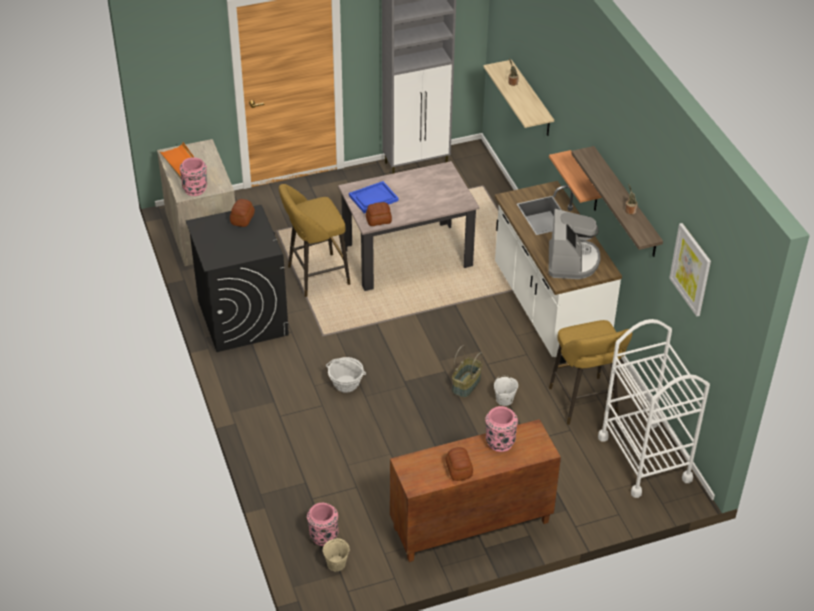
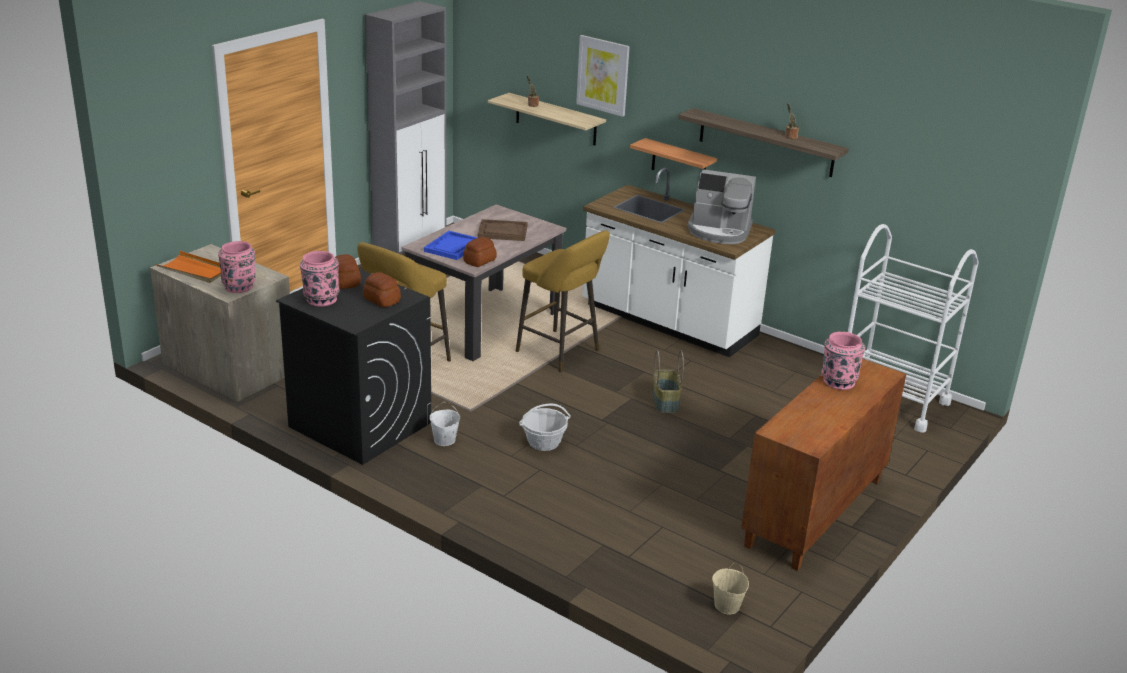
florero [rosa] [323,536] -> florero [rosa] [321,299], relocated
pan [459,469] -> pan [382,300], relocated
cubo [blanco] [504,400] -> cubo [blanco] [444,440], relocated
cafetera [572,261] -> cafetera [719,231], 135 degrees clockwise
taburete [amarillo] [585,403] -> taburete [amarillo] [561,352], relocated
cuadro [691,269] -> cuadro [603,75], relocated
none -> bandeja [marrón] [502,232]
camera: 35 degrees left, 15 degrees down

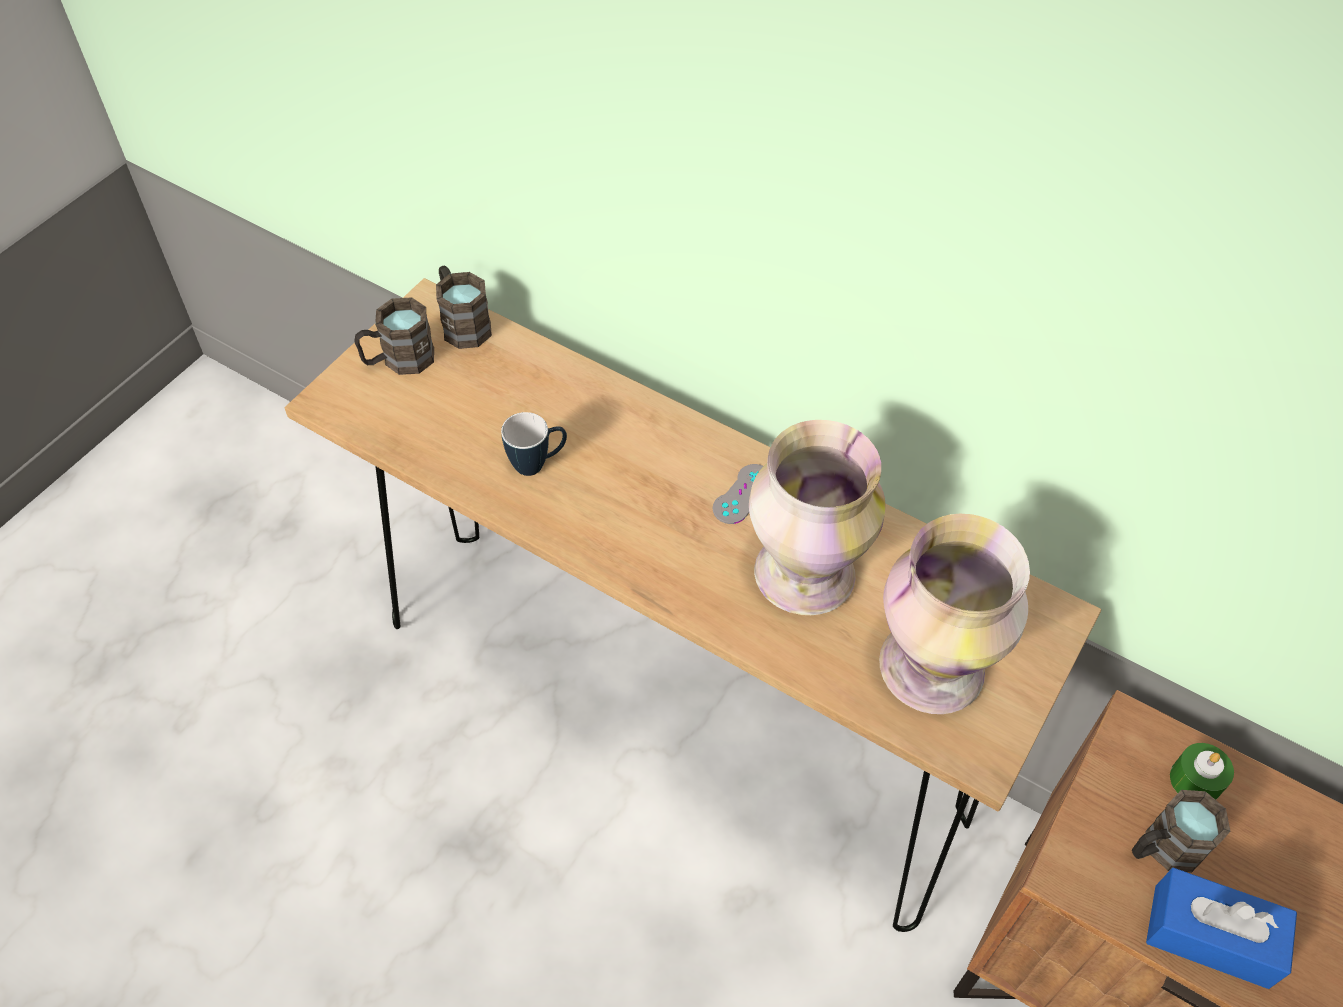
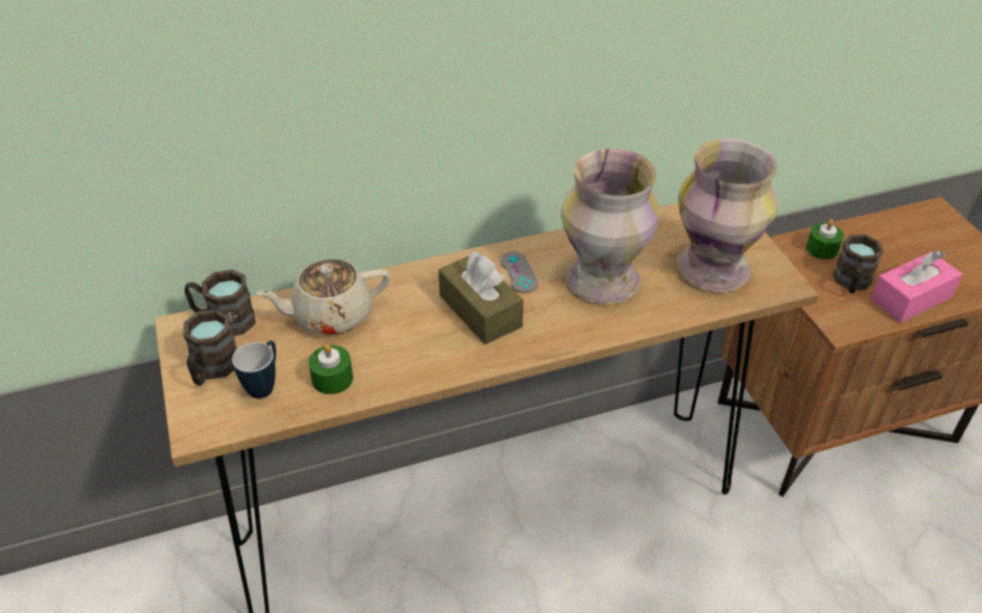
taza grande [537,464] -> taza grande [265,385], relocated
caja de pañuelos [azul] [1210,936] -> caja de pañuelos [rosa] [910,298]
none -> tetera [beis] [331,315]
none -> vela [verde] [332,378]
none -> caja de pañuelos [marrón] [480,311]
camera: 50 degrees left, 10 degrees down

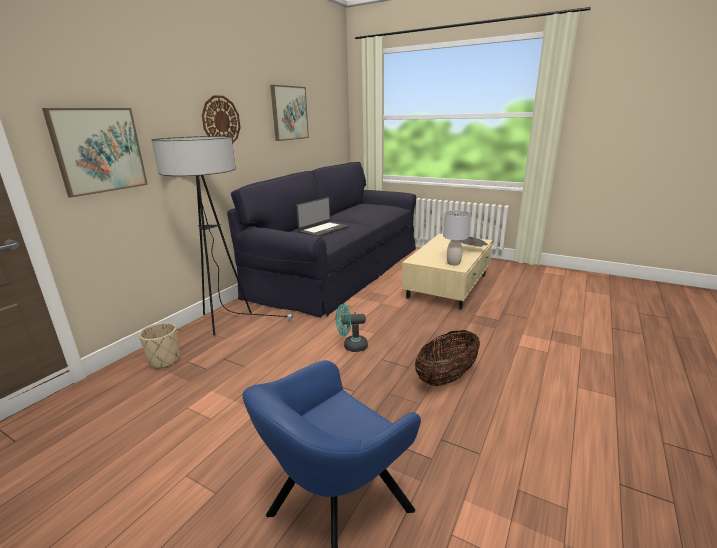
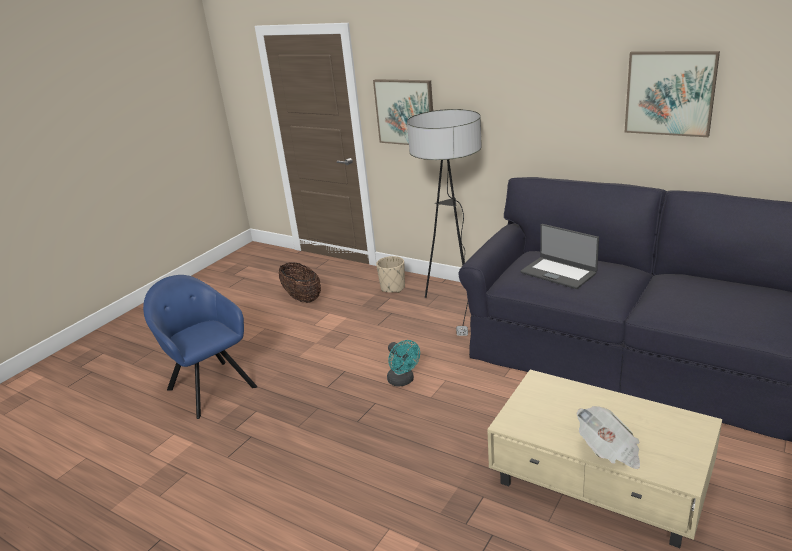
reloj de pared [221,121] -> none
ventilador [turquesa] [351,346] -> ventilador [turquesa] [403,381], 150 degrees clockwise
cesta [446,377] -> cesta [302,298], relocated
lámpara de mesa [gris] [454,263] -> none
camera: 95 degrees right, 5 degrees up

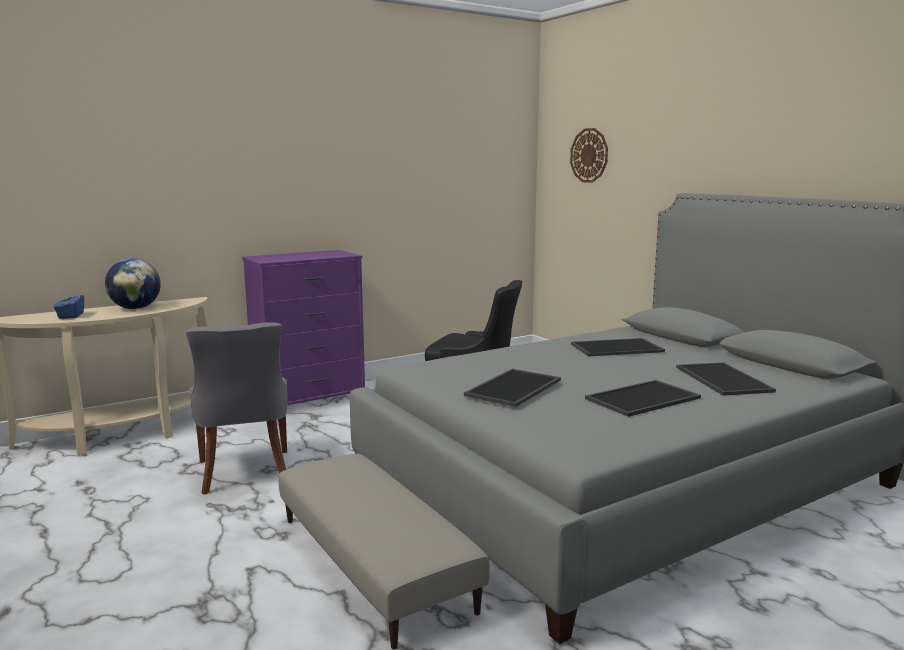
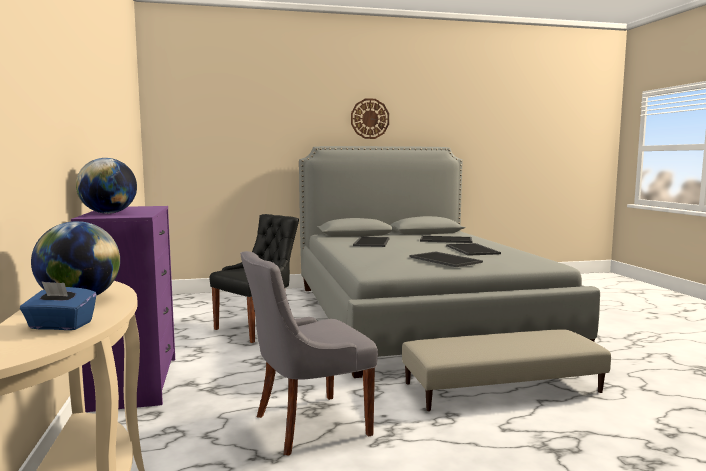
silla [gris] [245,472] -> silla [gris] [308,425], 150 degrees clockwise
reloj de pared [589,155] -> reloj de pared [370,118], relocated
none -> globo terráqueo [108,213]
camera: 70 degrees left, 5 degrees down

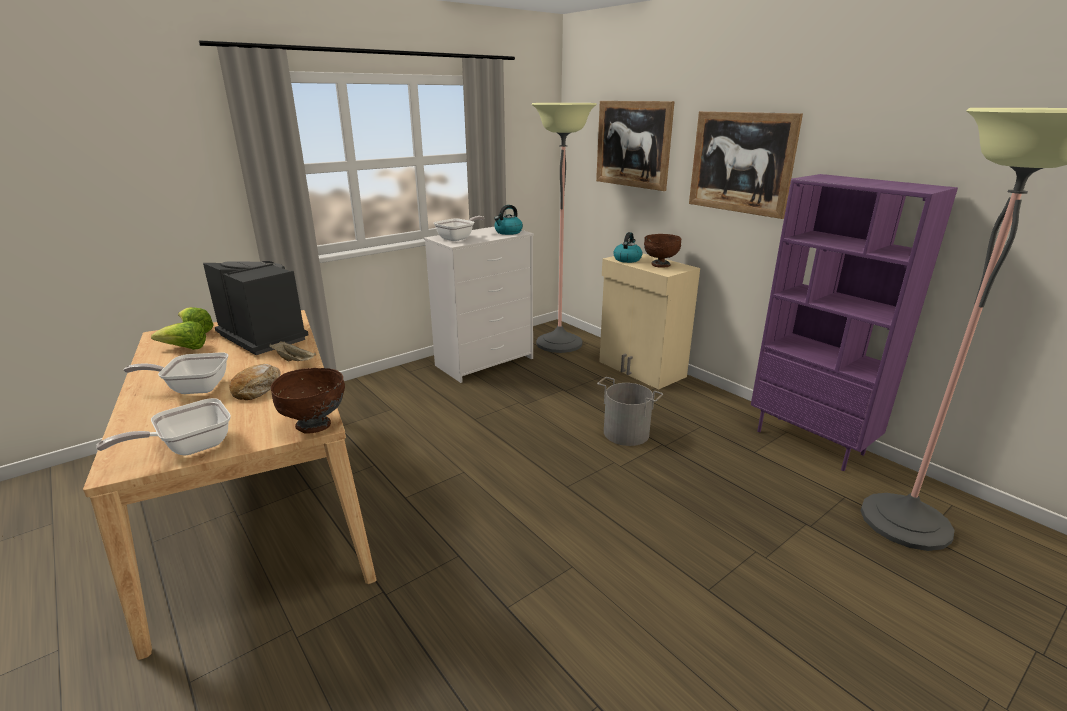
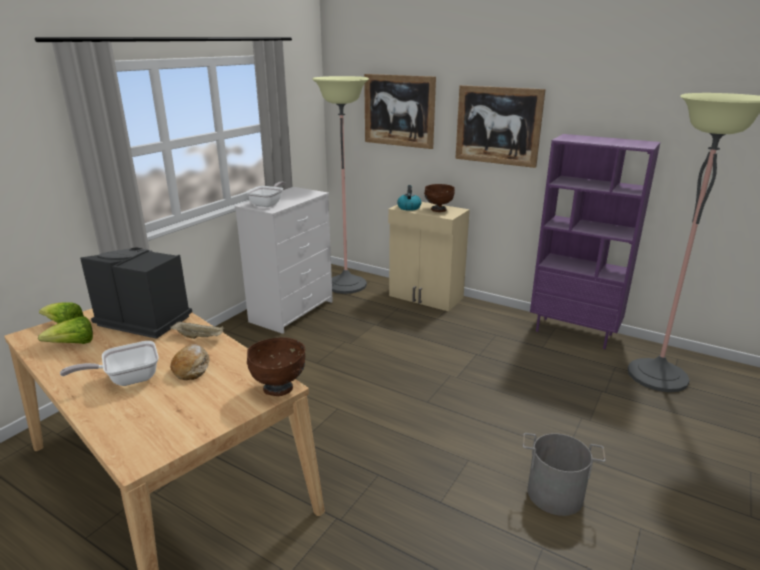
sartén [189,447] -> none
hervidor [508,232] -> none
cubo [gris] [626,432] -> cubo [gris] [555,493], relocated
camera: 20 degrees left, 0 degrees up

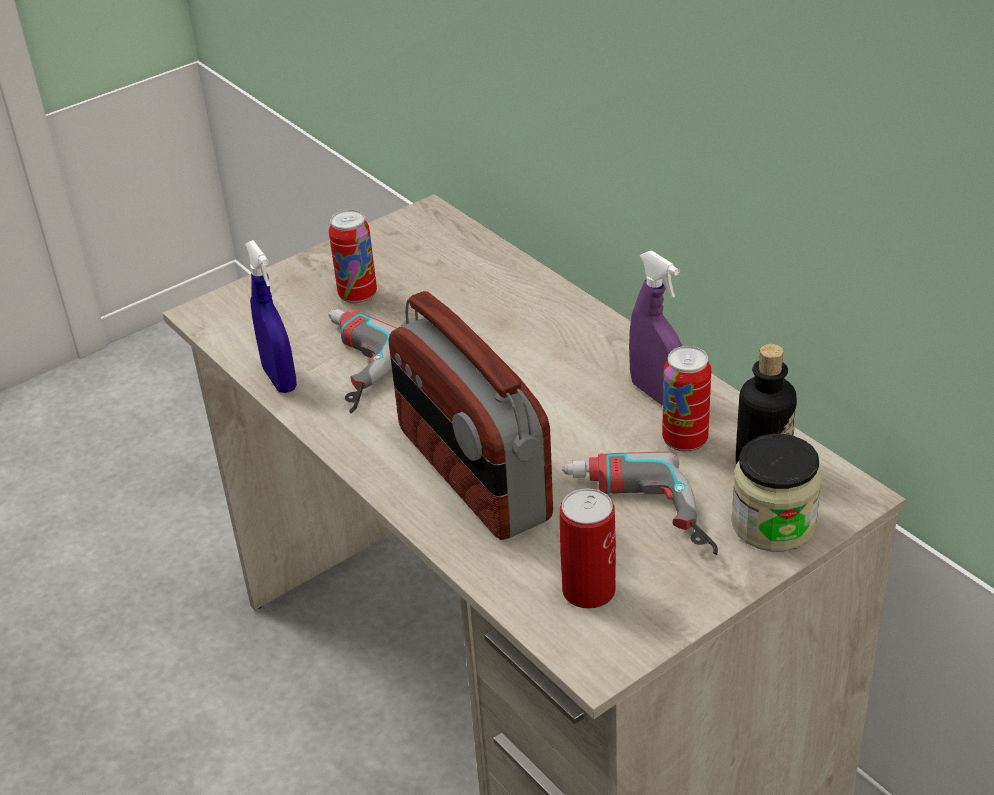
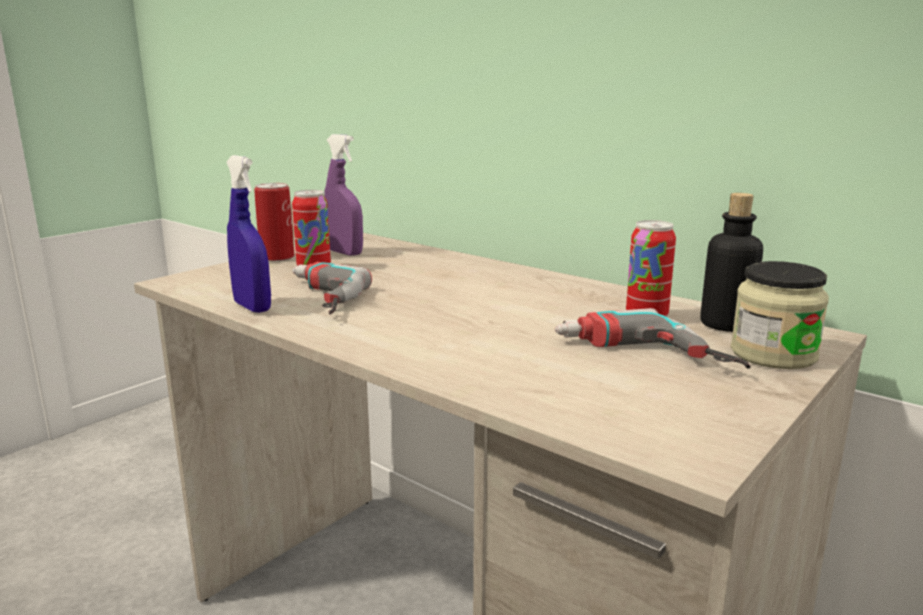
radio [471,475] -> none
lata [588,590] -> lata [277,257], relocated
pulverizador [morado] [655,393] -> pulverizador [morado] [345,253], relocated
camera: 15 degrees left, 20 degrees down

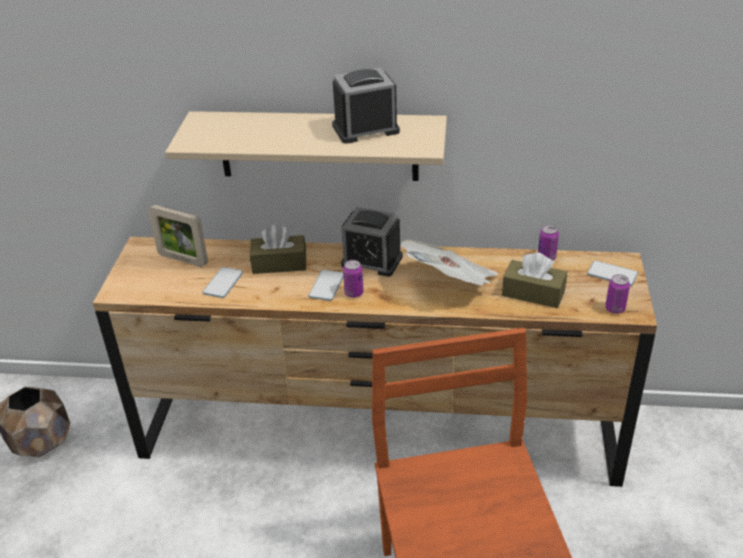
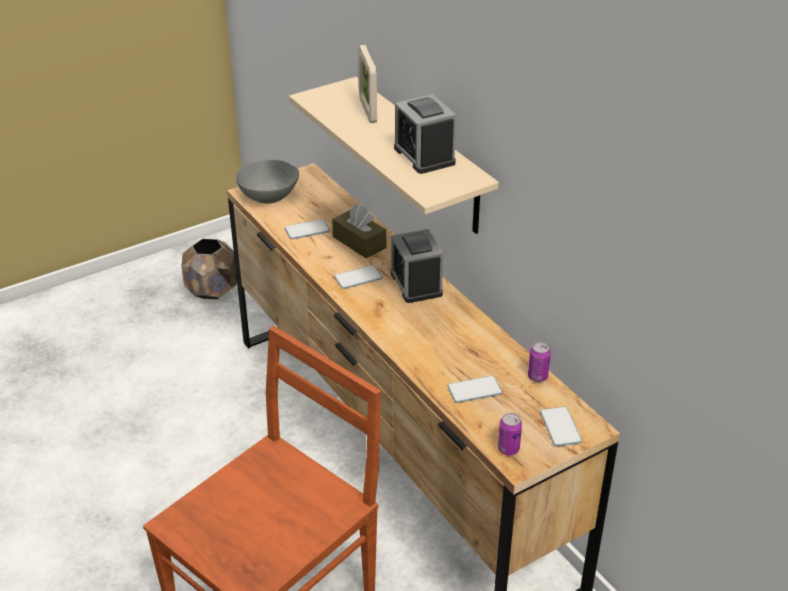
portarretratos [183,259] -> portarretratos [368,110], relocated
despertador [365,129] -> despertador [424,155], 150 degrees counterclockwise
lata [354,293] -> none
periódico [450,283] -> none
caja de pañuelos [marrón] [533,293] -> móvil [474,390]
none -> cuenco [gris] [269,196]
camera: 50 degrees right, 0 degrees up

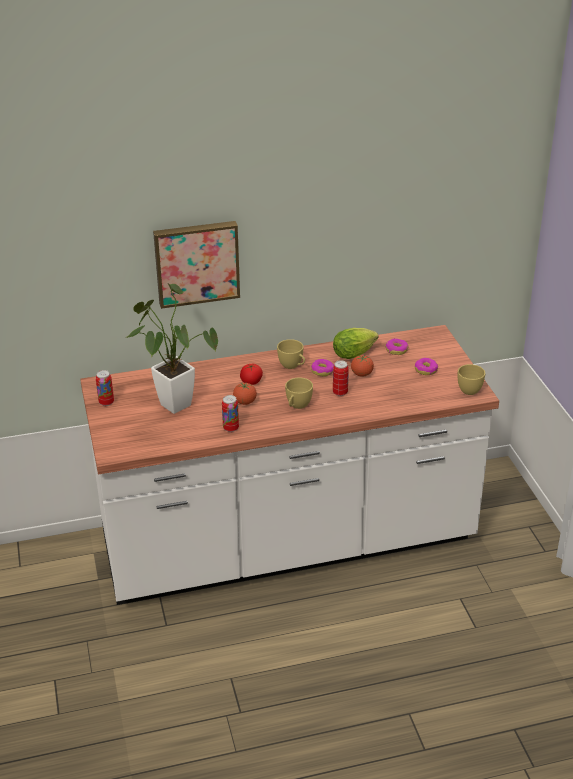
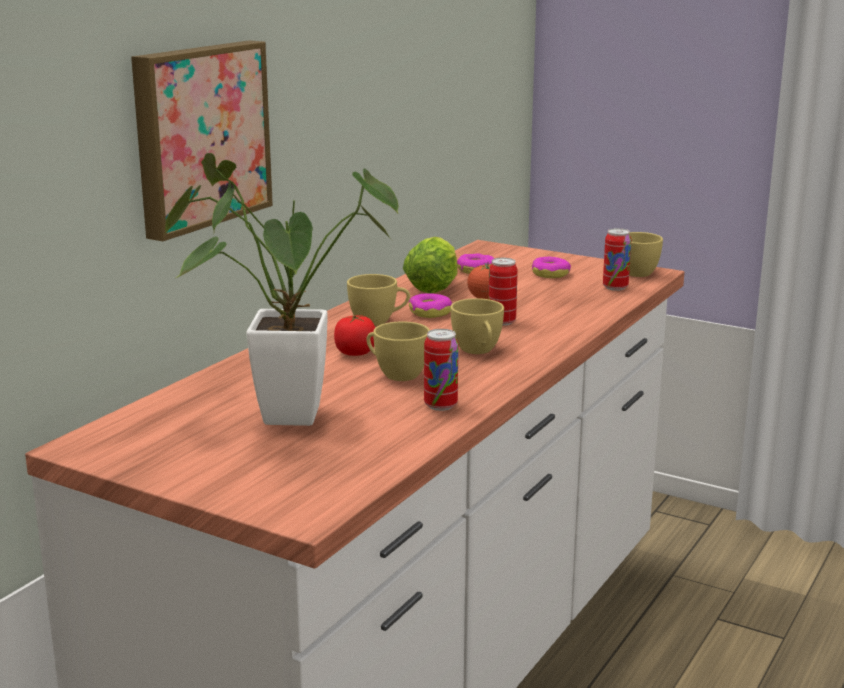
lata [106,402] -> lata [615,287], relocated
tomate [245,402] -> taza [amarillo] [396,374]
camera: 45 degrees left, 15 degrees down

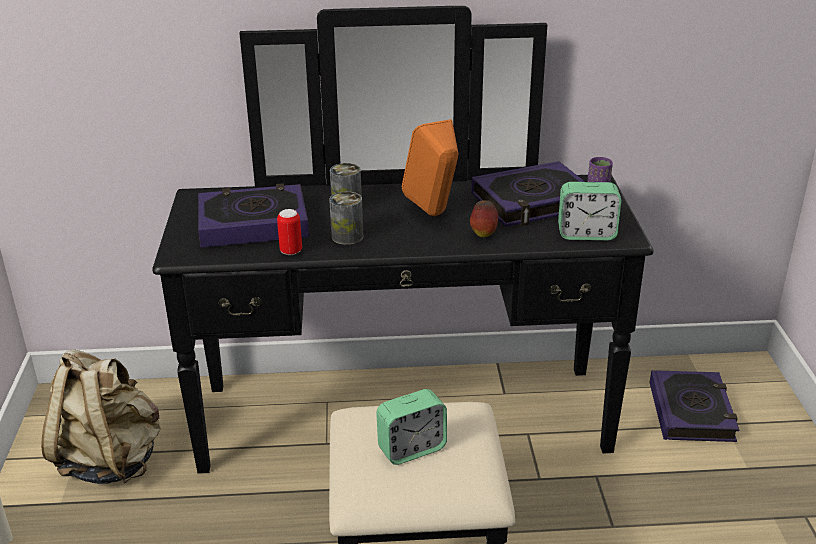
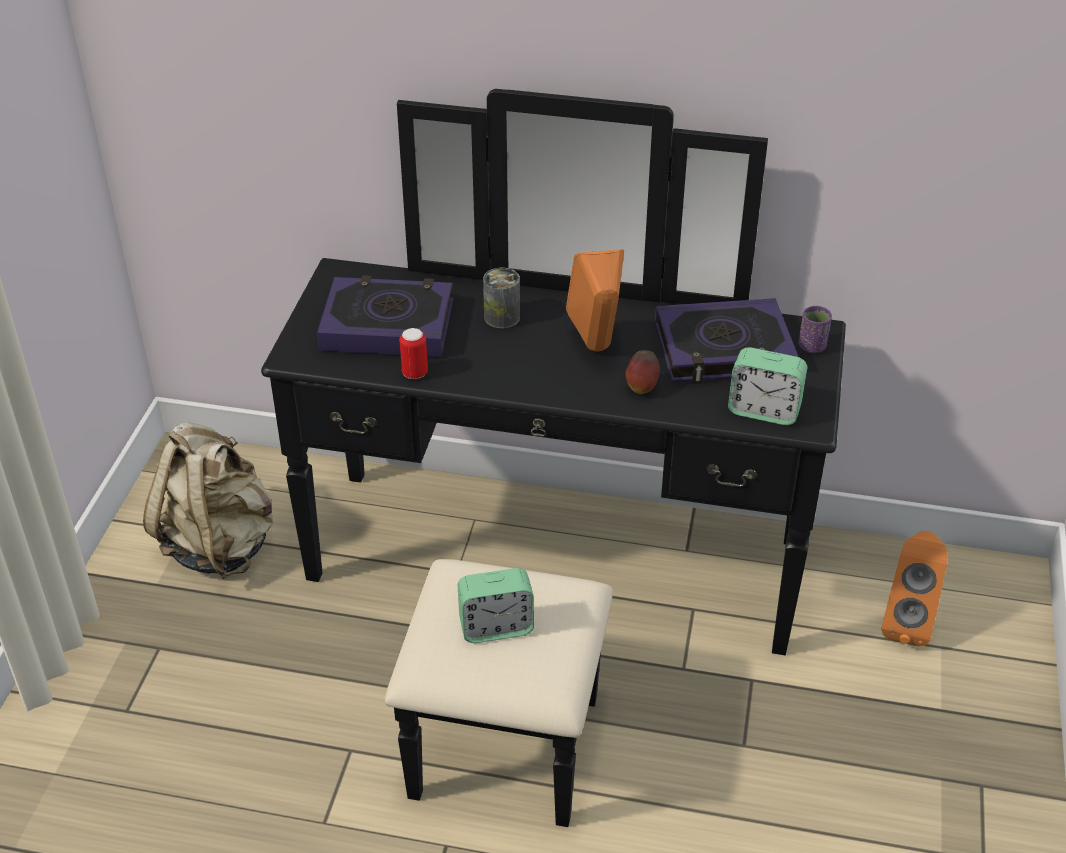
lata [347,236] -> none
libro [691,412] -> altavoz [naranja] [907,622]
camera: 15 degrees right, 10 degrees up

